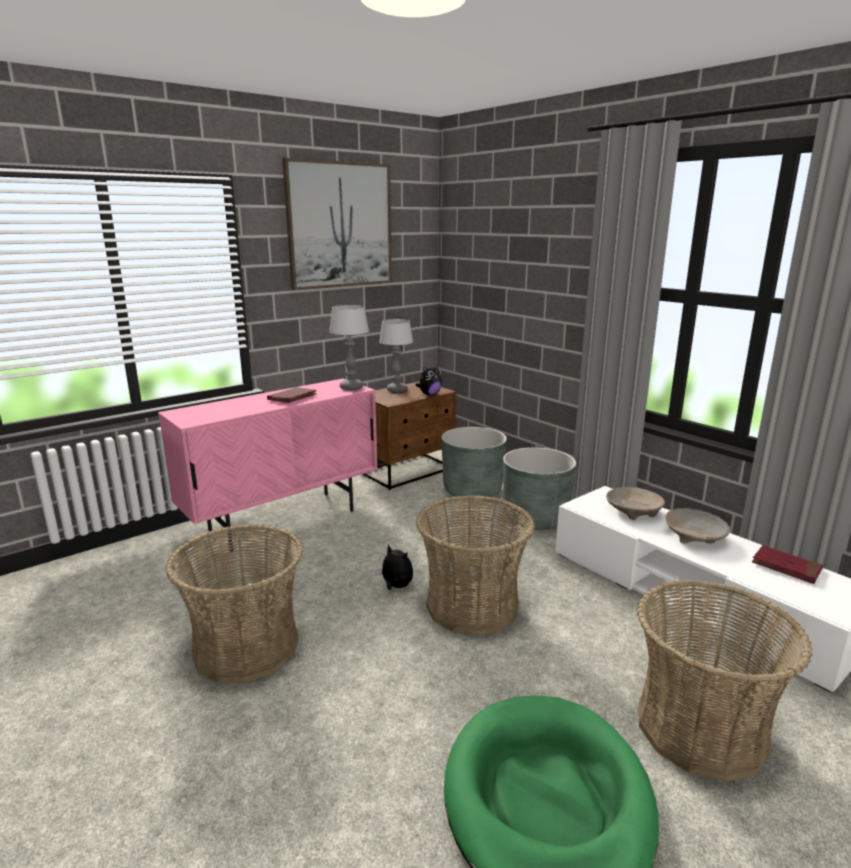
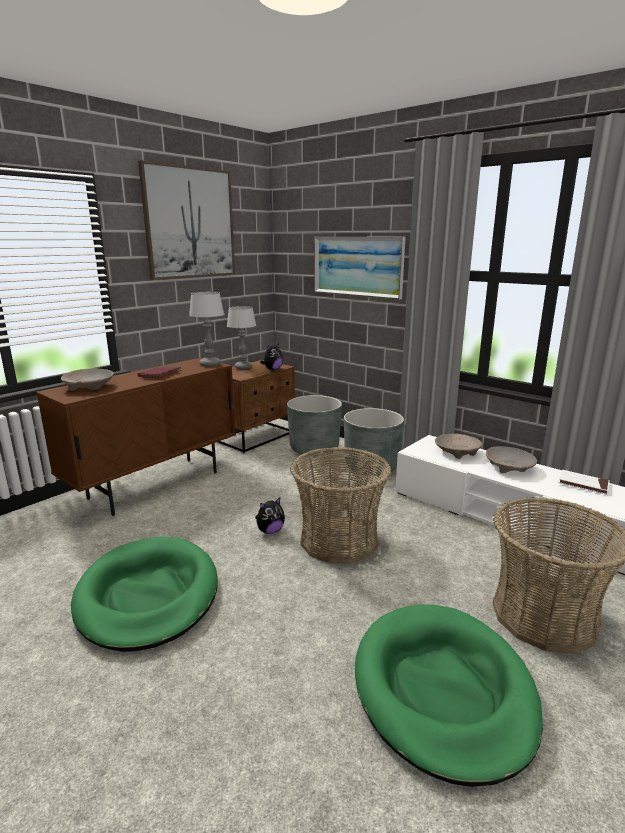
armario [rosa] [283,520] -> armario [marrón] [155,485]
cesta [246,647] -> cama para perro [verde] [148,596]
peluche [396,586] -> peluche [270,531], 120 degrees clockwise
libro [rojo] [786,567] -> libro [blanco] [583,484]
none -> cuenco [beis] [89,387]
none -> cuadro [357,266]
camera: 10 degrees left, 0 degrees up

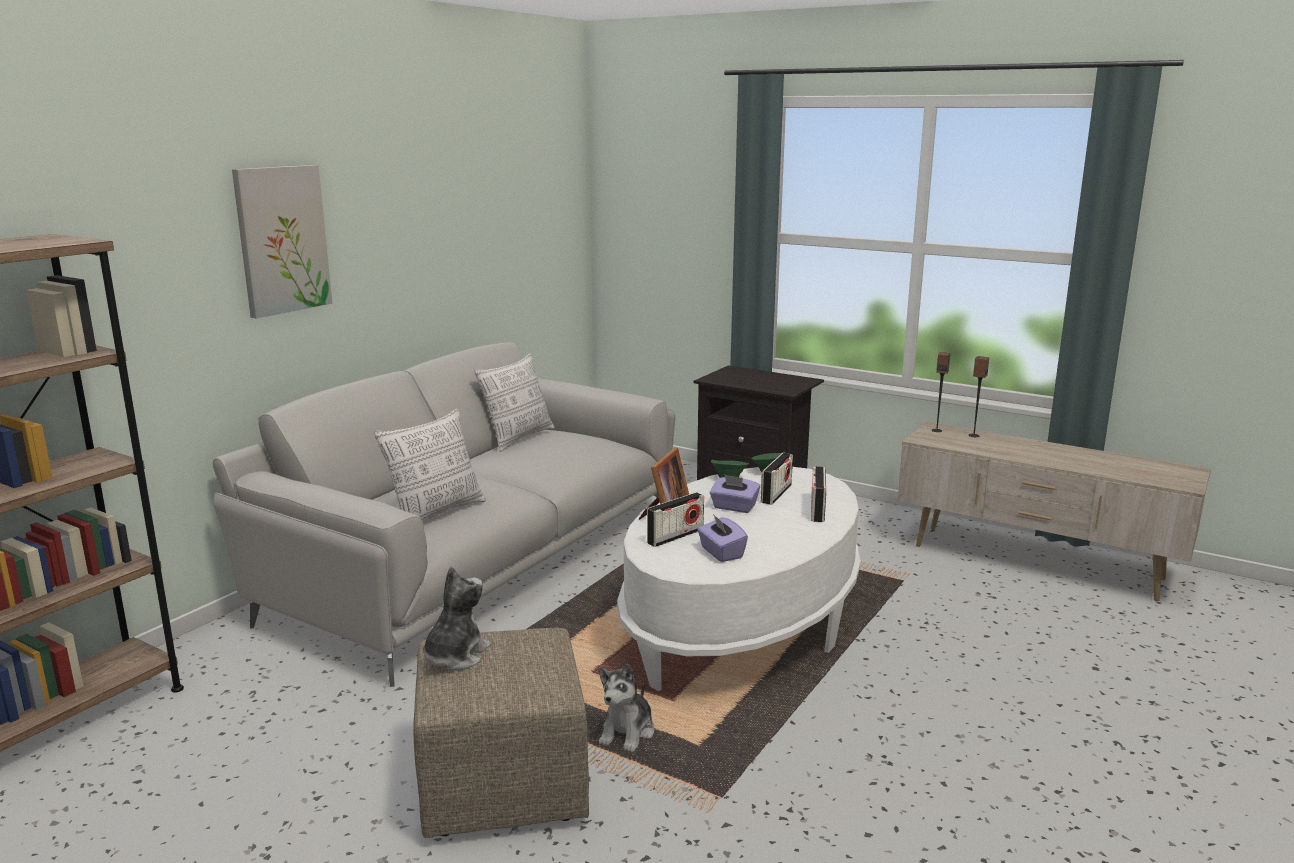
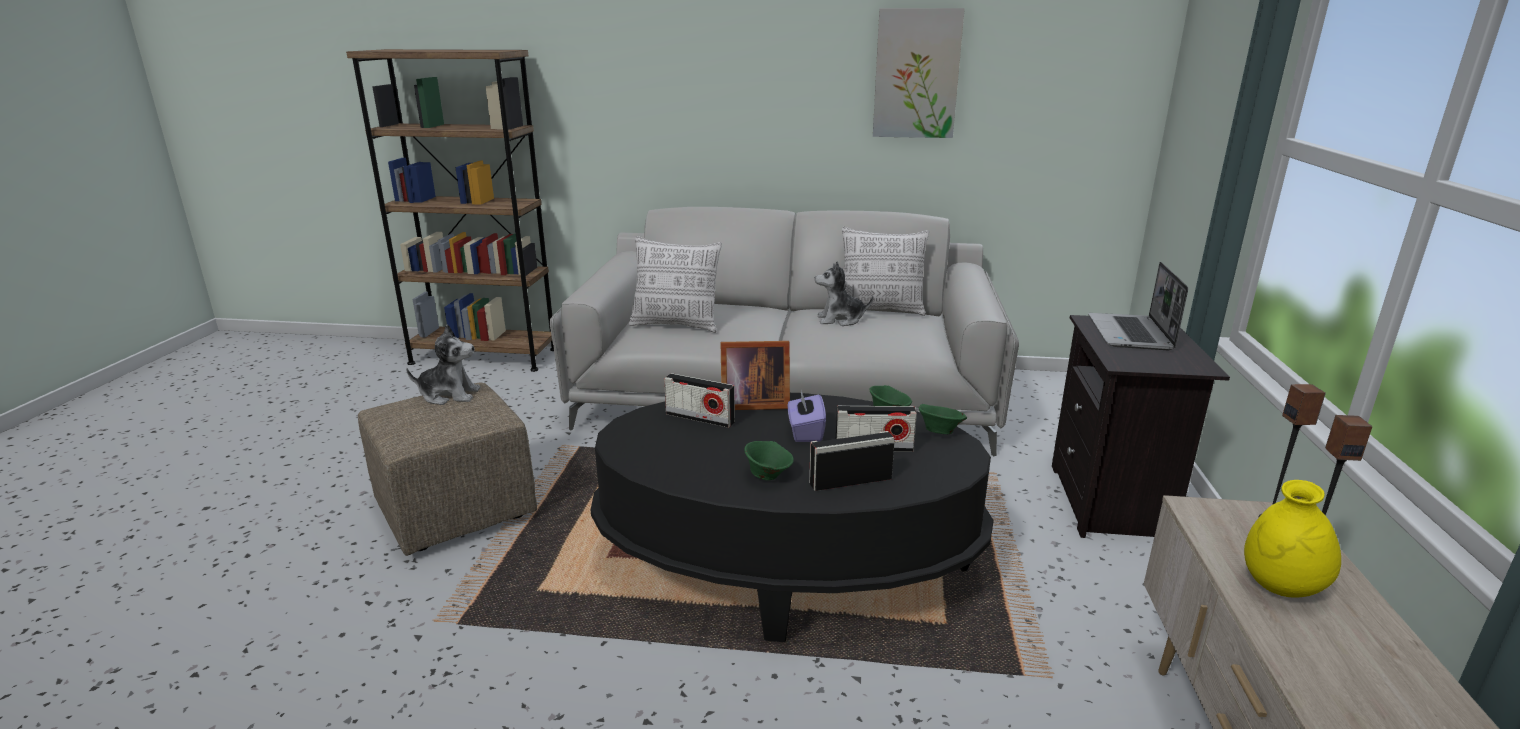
cuadro [282,240] -> cuadro [916,74], relocated
peluche [628,732] -> peluche [840,320], relocated
mesa de centro [blanco] [742,624] -> mesa de centro [negro] [787,564]
caja de pañuelos [morado] [721,553] -> none
none -> cuenco [verde] [768,475]
none -> portátil [1131,334]
none -> florero [amarillo] [1279,588]
camera: 65 degrees right, 5 degrees up

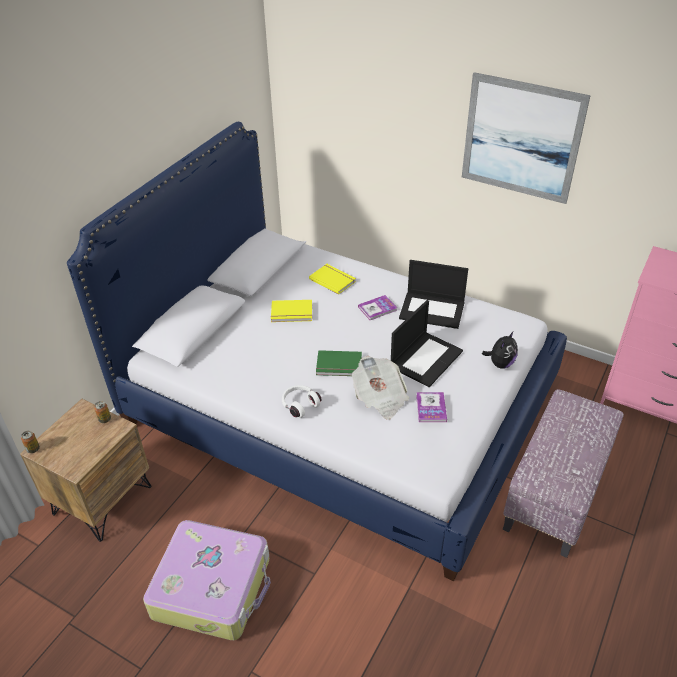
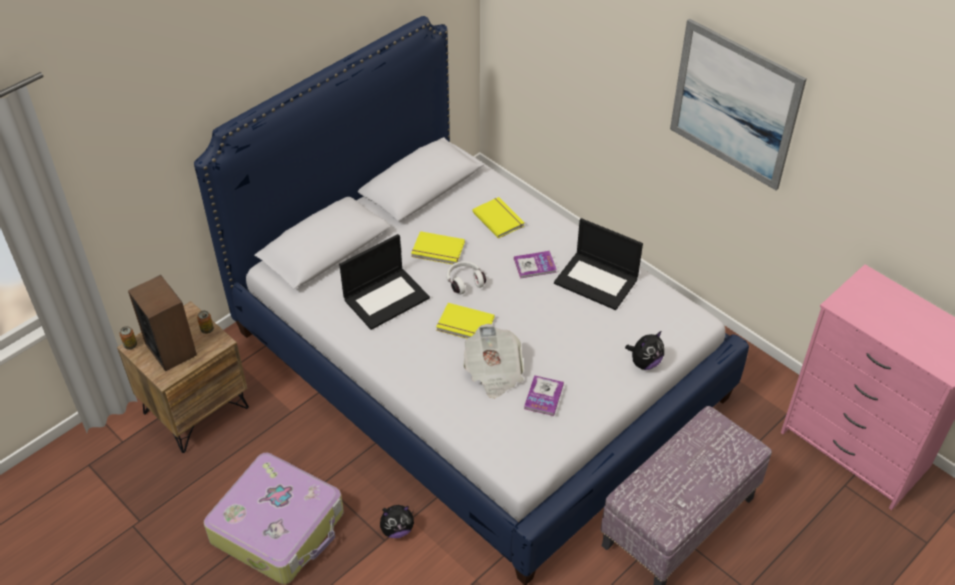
auriculares [blanco] [300,405] -> auriculares [blanco] [464,281], relocated
libro [verde] [339,366] -> libro [amarillo] [465,325]
portátil [426,358] -> portátil [386,298], relocated
none -> altavoz [171,349]
none -> peluche [397,529]
camera: 15 degrees right, 5 degrees up

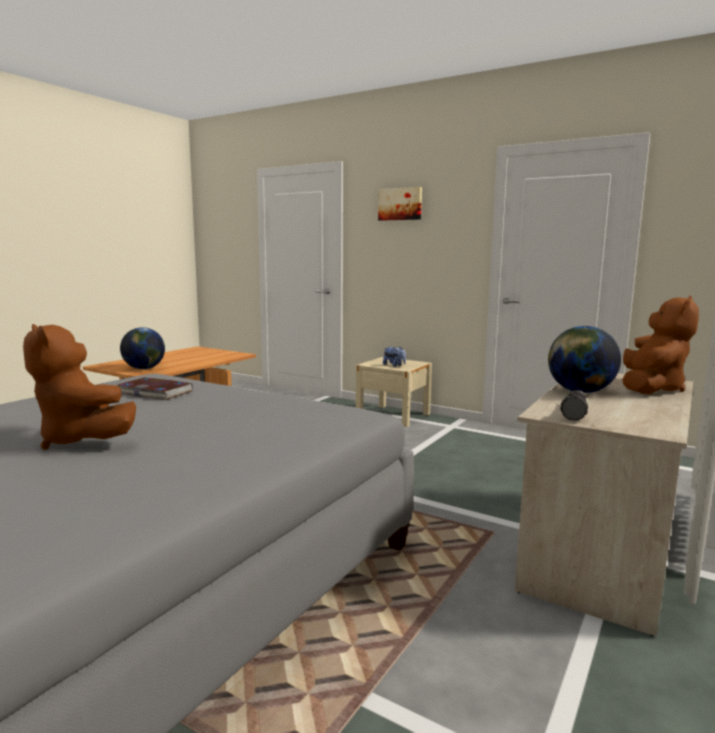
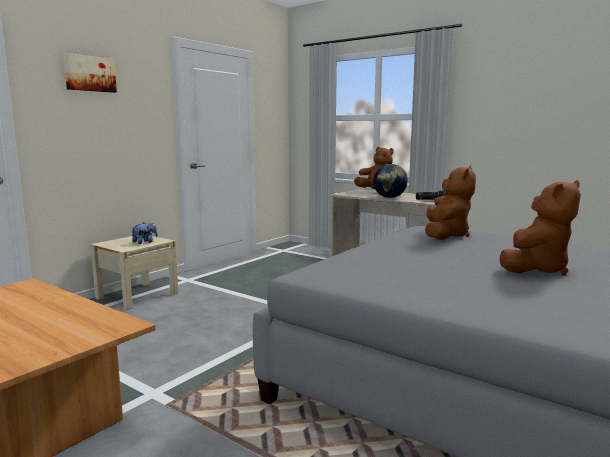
libro [155,392] -> none
globo terráqueo [144,368] -> none
none -> peluche [marrón] [446,235]
camera: 85 degrees left, 0 degrees up

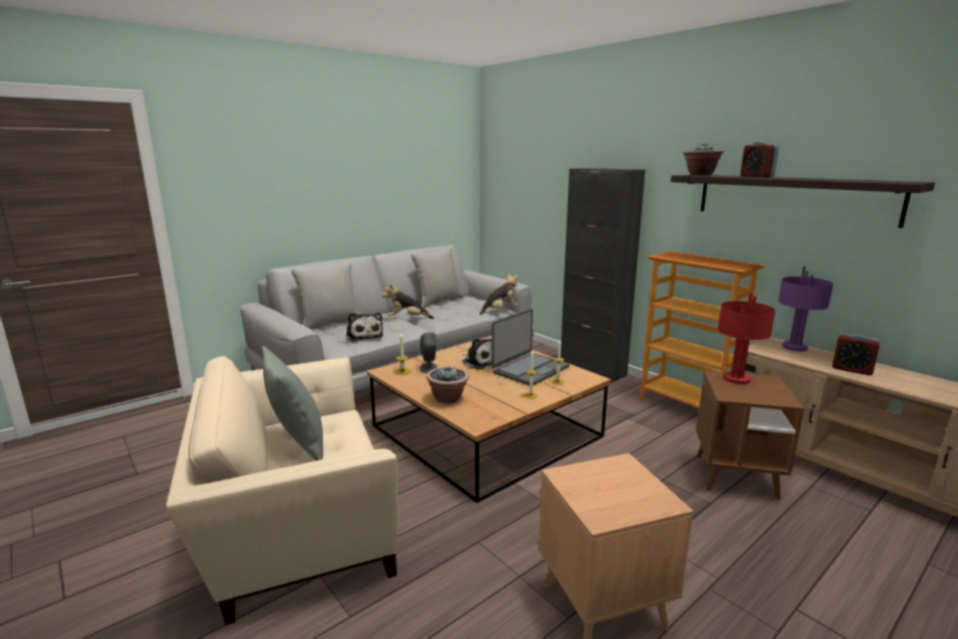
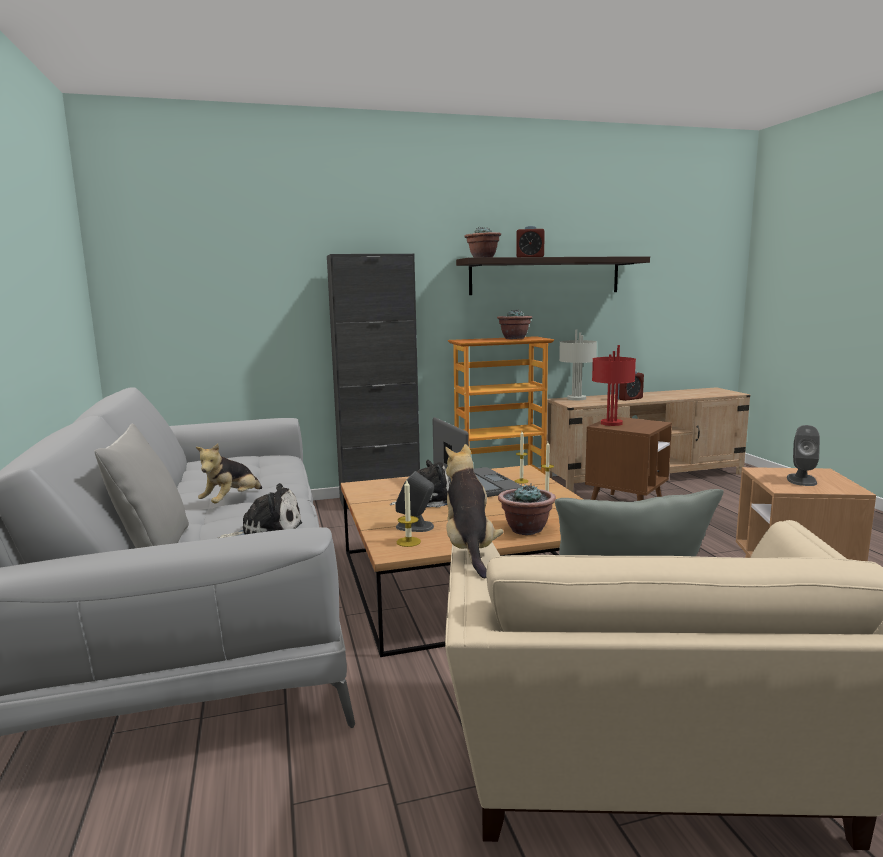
cojín [gris] [438,301] -> none
peluche [500,310] -> peluche [469,549], relocated
lámpara de mesa [morado] [795,347] -> lámpara de mesa [gris] [576,398]
none -> planta en maceta [514,338]
none -> altavoz [gris] [801,480]
camera: 65 degrees left, 5 degrees down

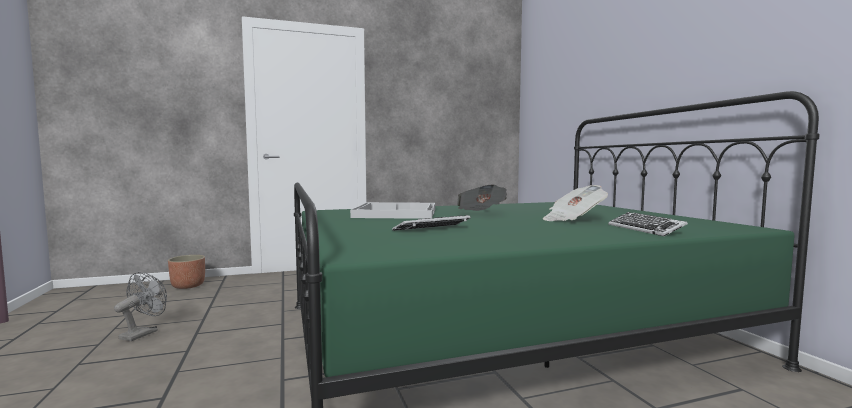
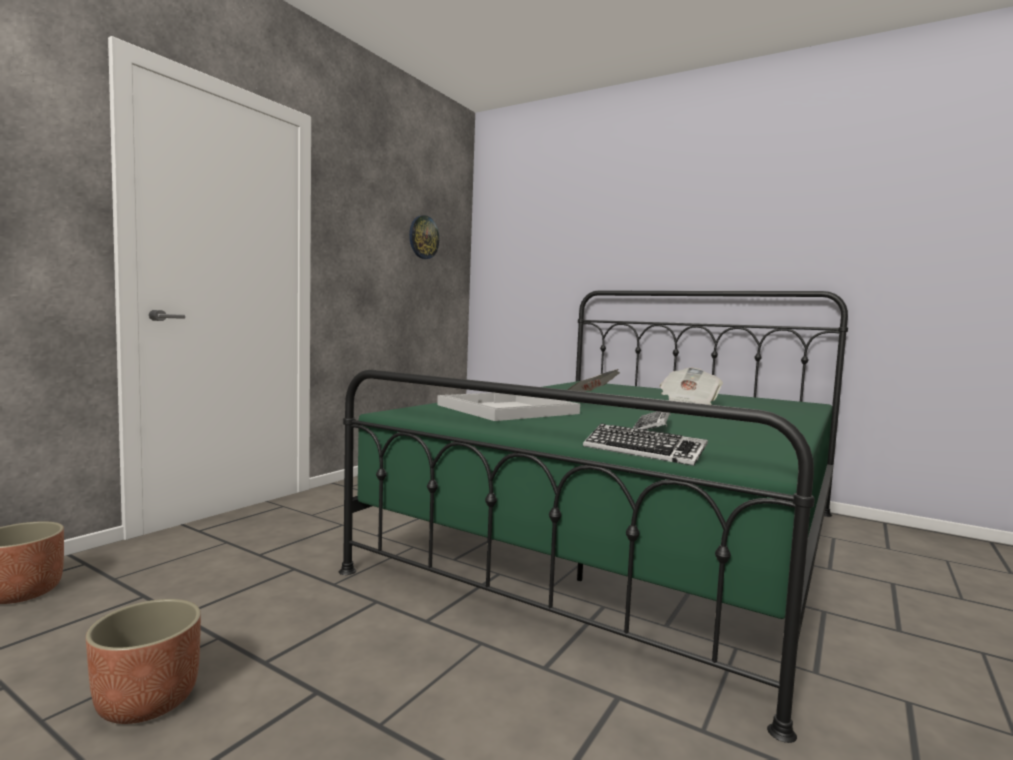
ventilador [gris] [143,333] -> maceta [147,702]
teclado [645,229] -> teclado [643,452], relocated
none -> reloj de pared [423,237]
camera: 40 degrees left, 0 degrees up

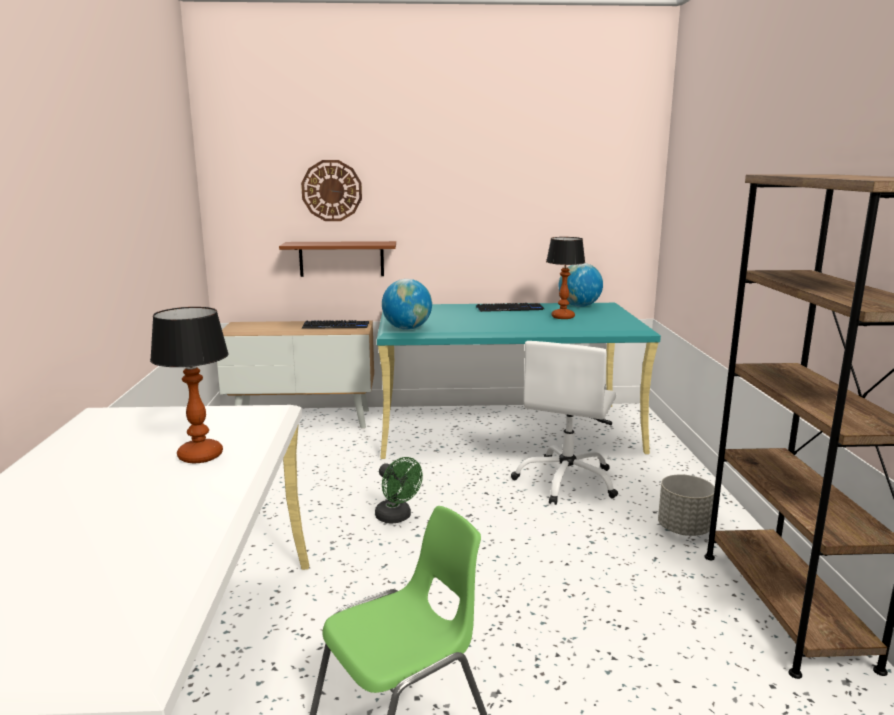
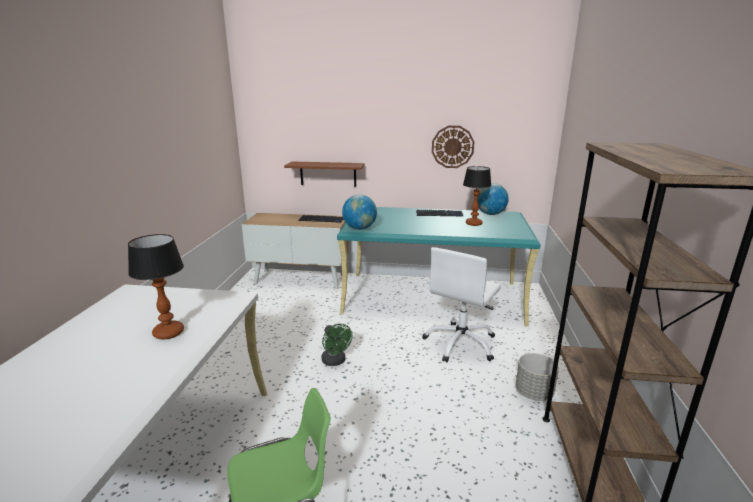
reloj de pared [331,190] -> reloj de pared [452,147], relocated
camera: 10 degrees right, 5 degrees up

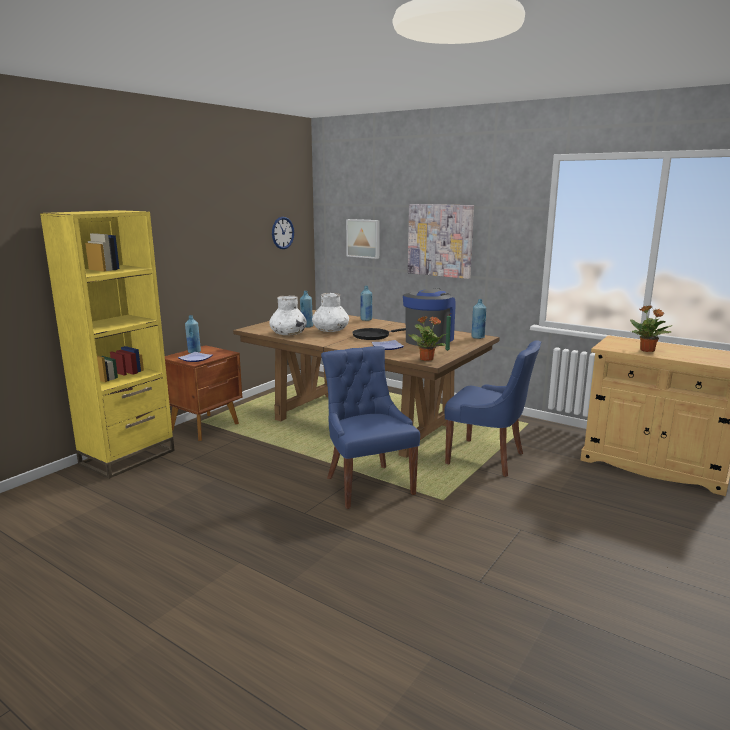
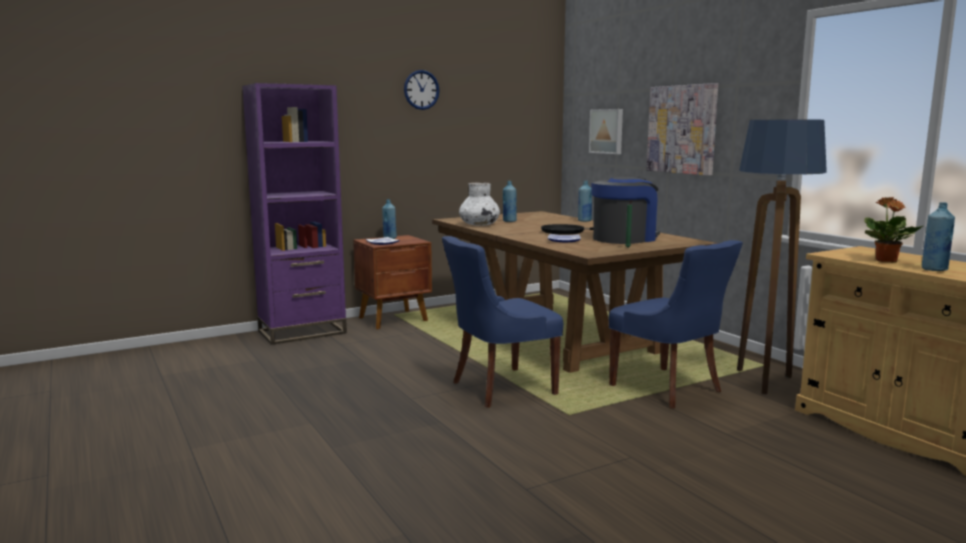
estantería [amarillo] [127,457] -> estantería [morado] [302,332]
reloj de pared [282,233] -> reloj de pared [421,90], relocated
florero [blanco] [330,331] -> none
silla [azul] [367,485] -> silla [azul] [500,388], 120 degrees counterclockwise
planta en maceta [426,359] -> none
botella [azul] [478,337] -> botella [azul] [934,269], relocated
none -> lámpara de pie [764,382]
camera: 25 degrees right, 5 degrees down

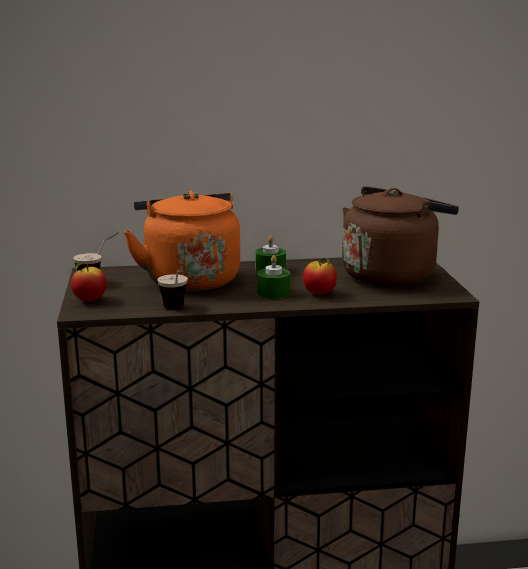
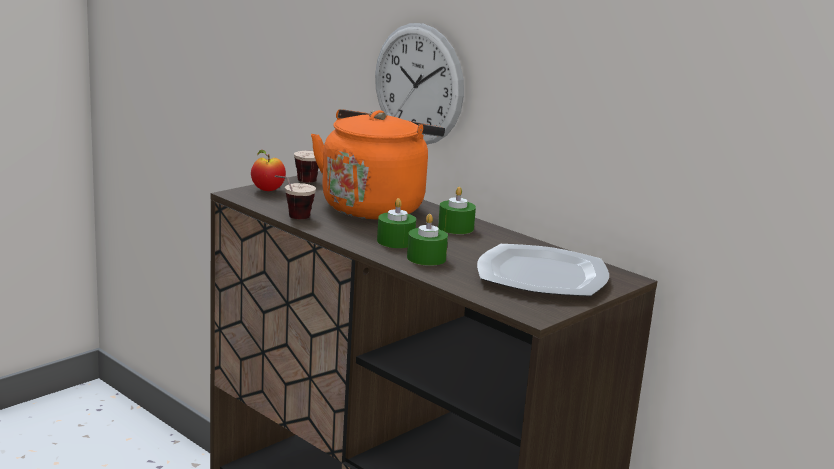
manzana [319,294] -> vela [verde] [426,258]
hervidor [marrón] [391,275] -> plato [543,277]
none -> reloj de pared [418,84]
camera: 50 degrees right, 0 degrees up

